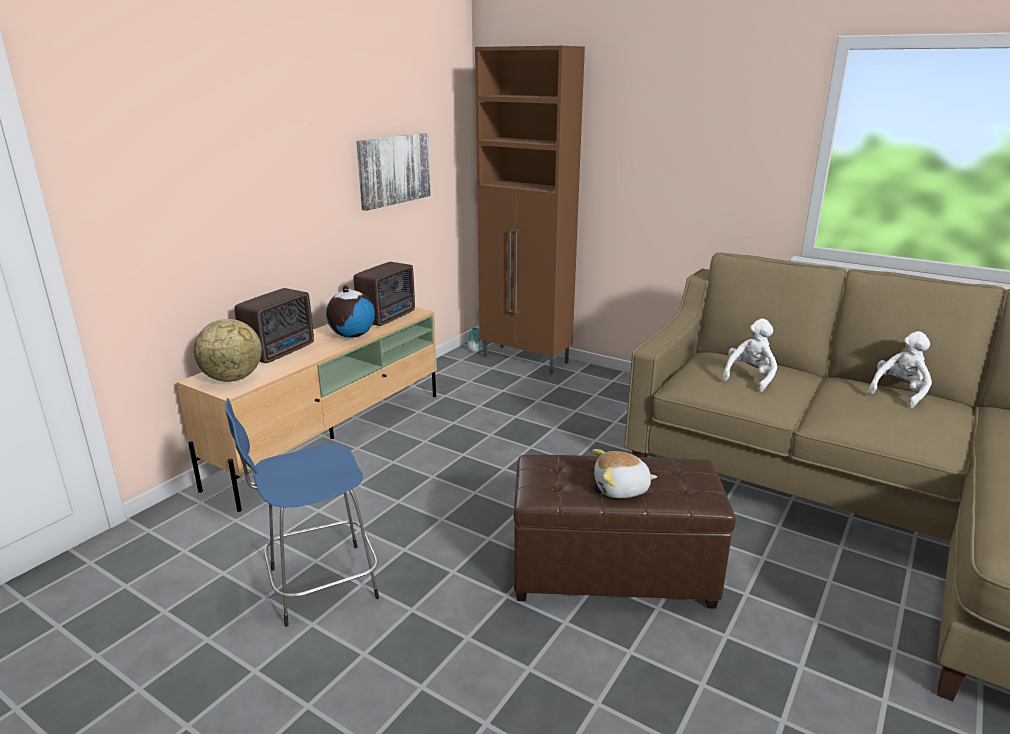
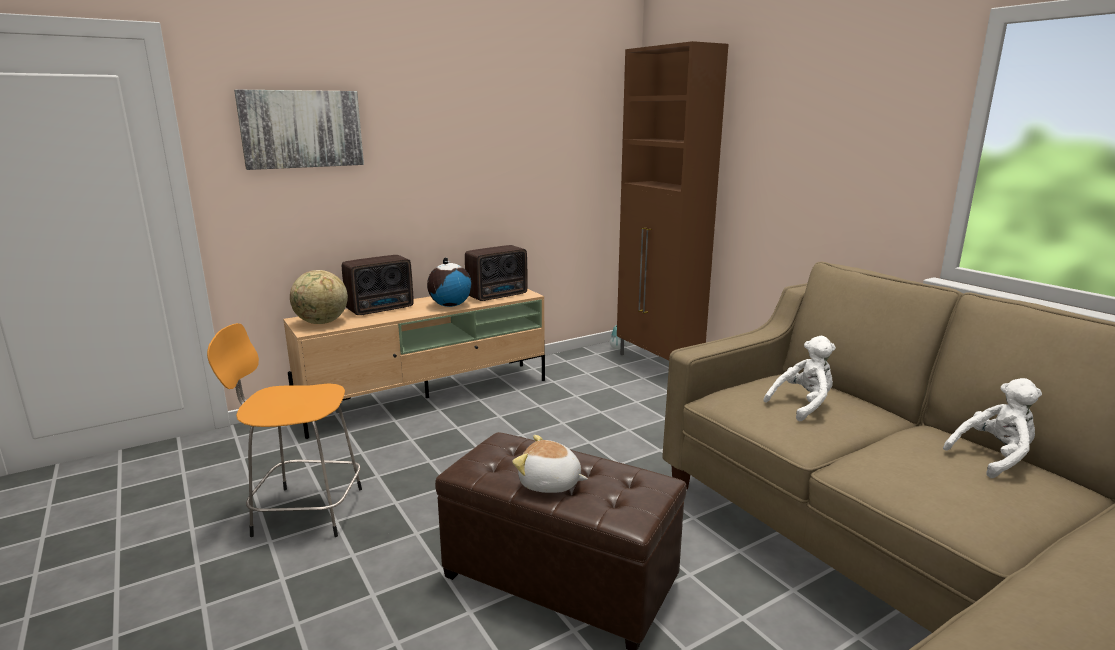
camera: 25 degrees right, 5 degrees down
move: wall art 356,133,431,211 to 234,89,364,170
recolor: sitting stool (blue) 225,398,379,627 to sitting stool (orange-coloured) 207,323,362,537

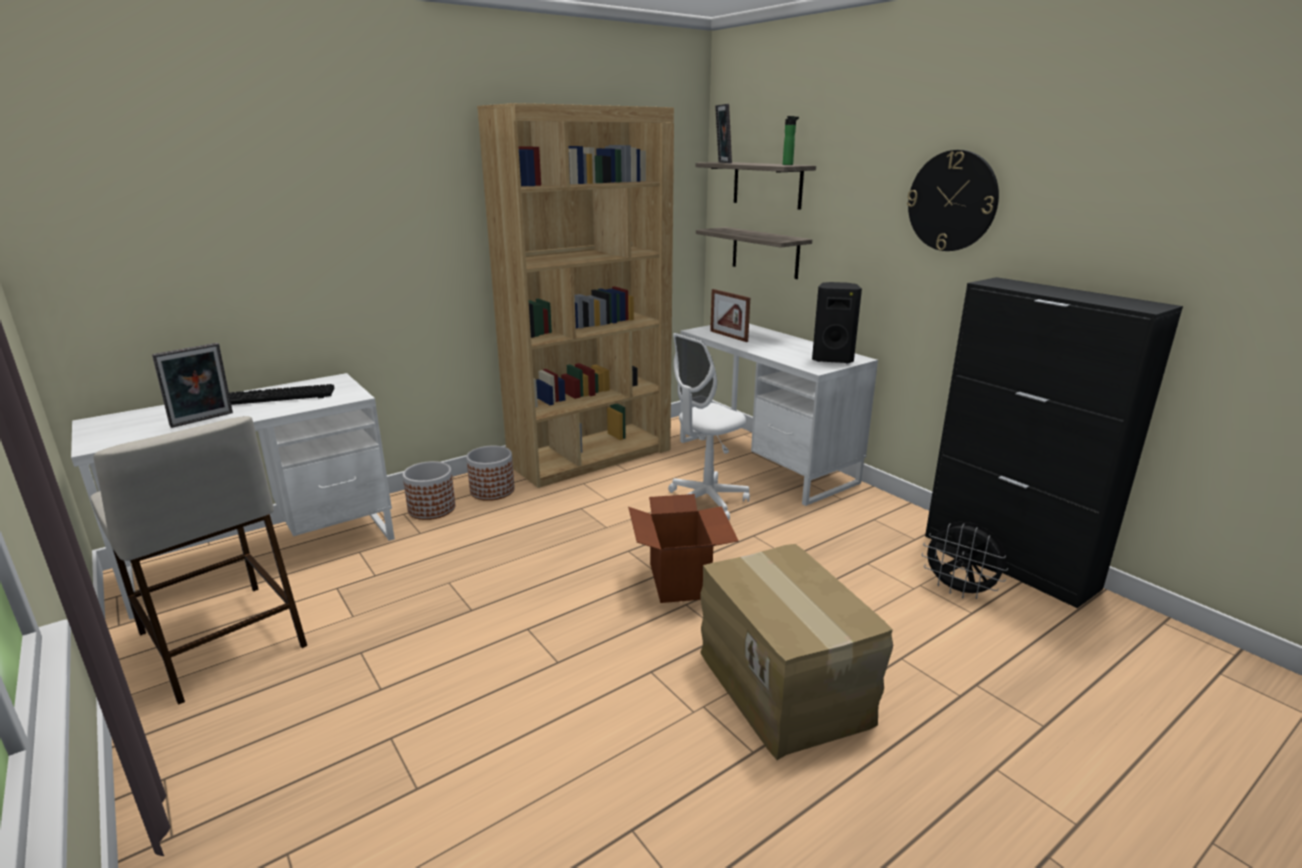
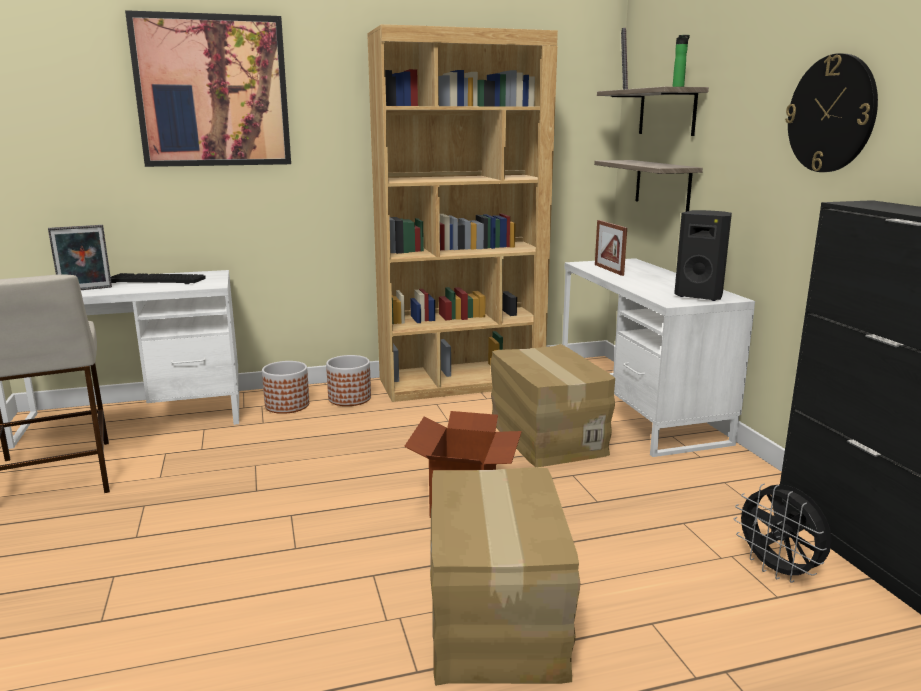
camera: 20 degrees right, 5 degrees down
insert: wall art 125,10,291,167
replace: computer chair (white-coloured) 668,333,750,520 to carton 490,344,615,467

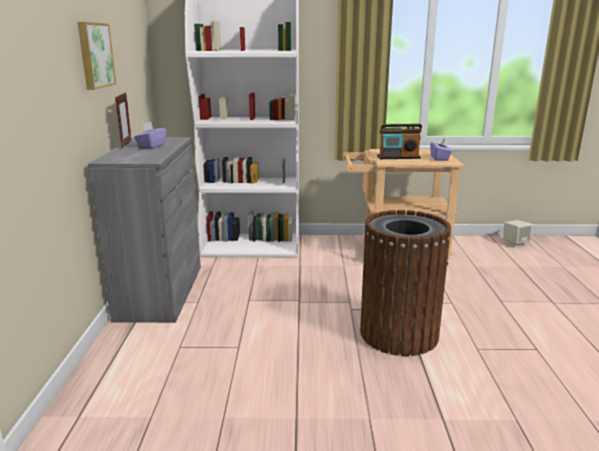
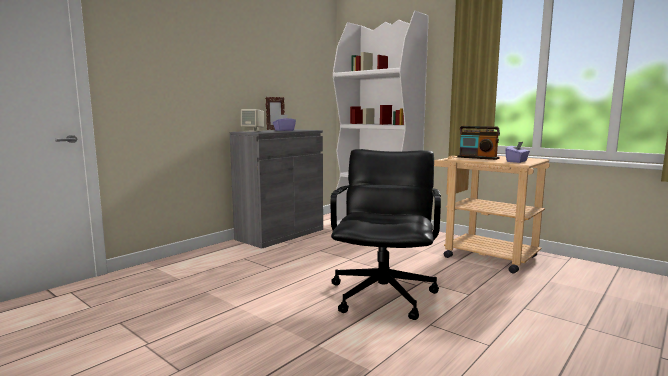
camera: 40 degrees right, 10 degrees down
delete: wall art 78,22,116,90
move: audio speaker (beige-coloured) 503,220,532,248 to 241,109,264,132
replace: rubbish bin (brownish) 360,210,451,356 to computer chair (black-coloured) 331,149,441,320

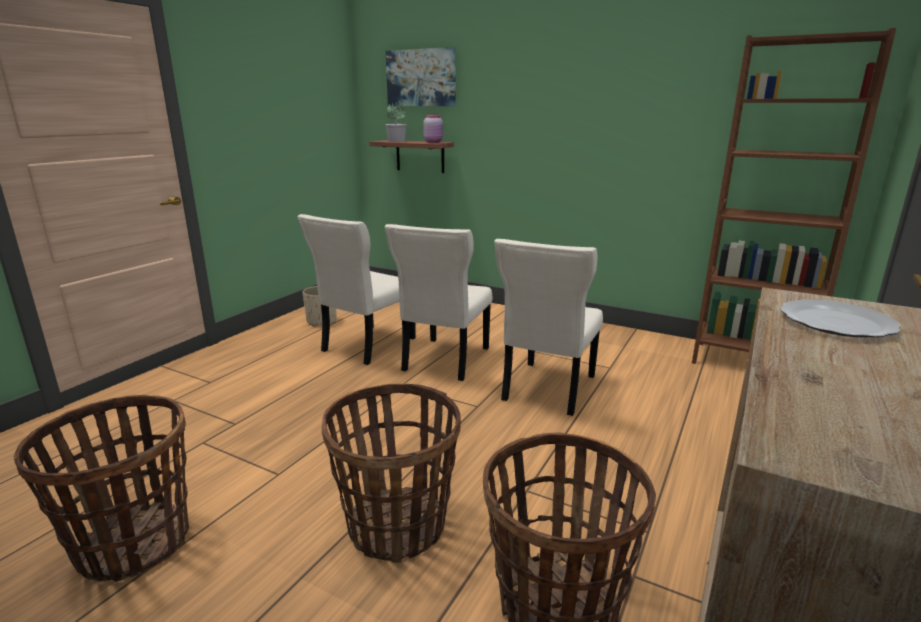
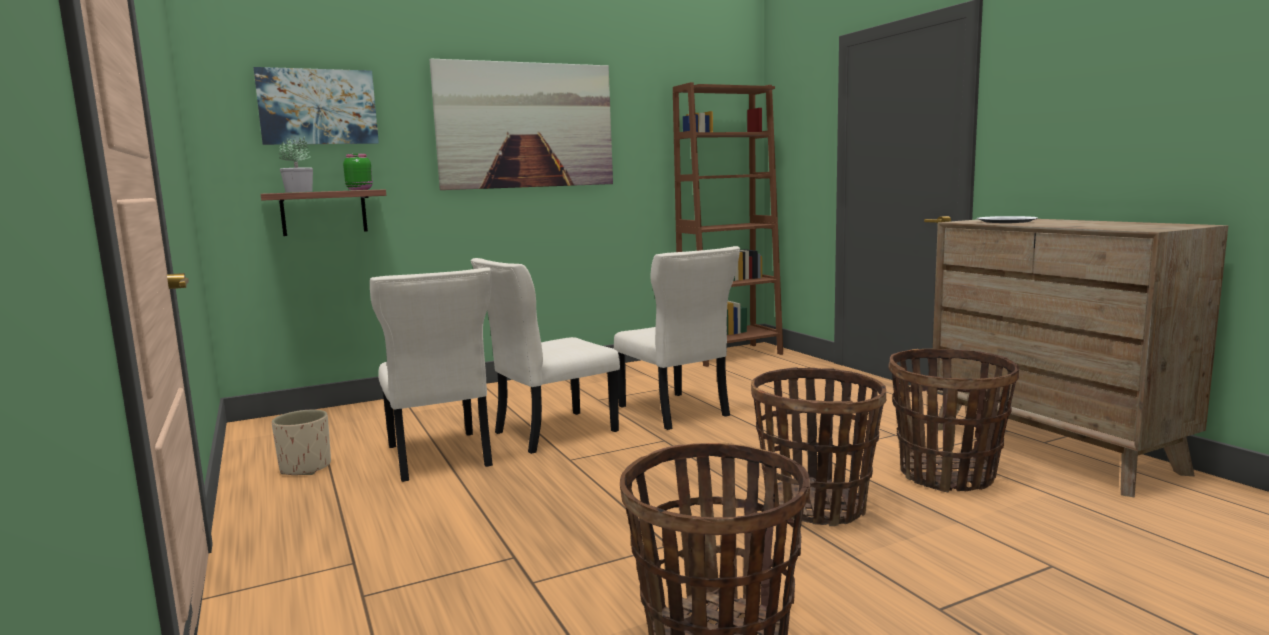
camera: 55 degrees left, 10 degrees down
insert: wall art 430,58,613,190
recolor: preserve jar (pink) 423,115,443,143 to preserve jar (greenish) 343,154,373,190
rotate: plain chair (beige-coloured) 385,224,492,381 = 470,258,620,454 90 degrees clockwise

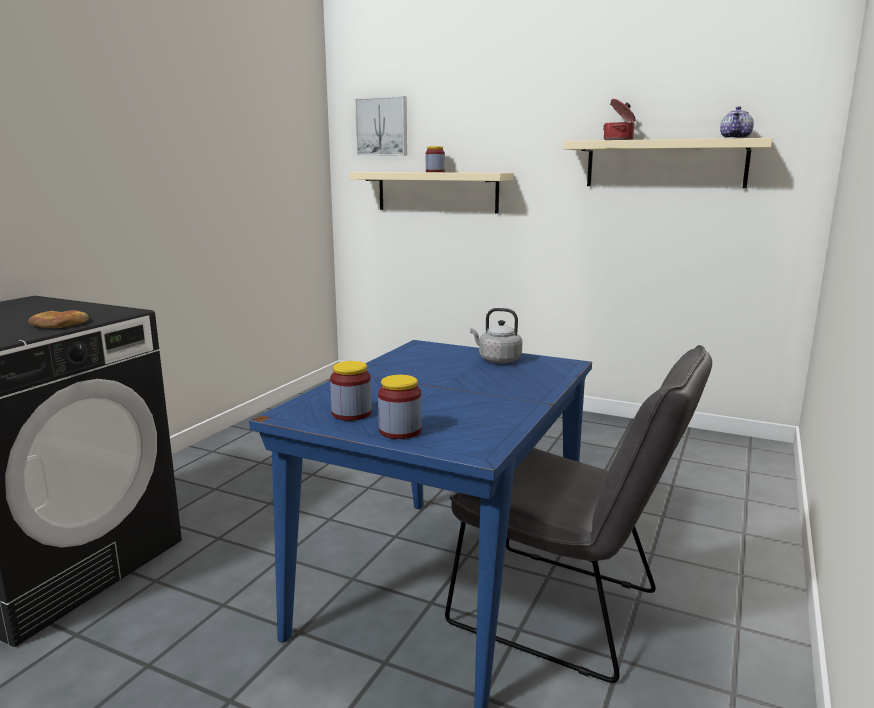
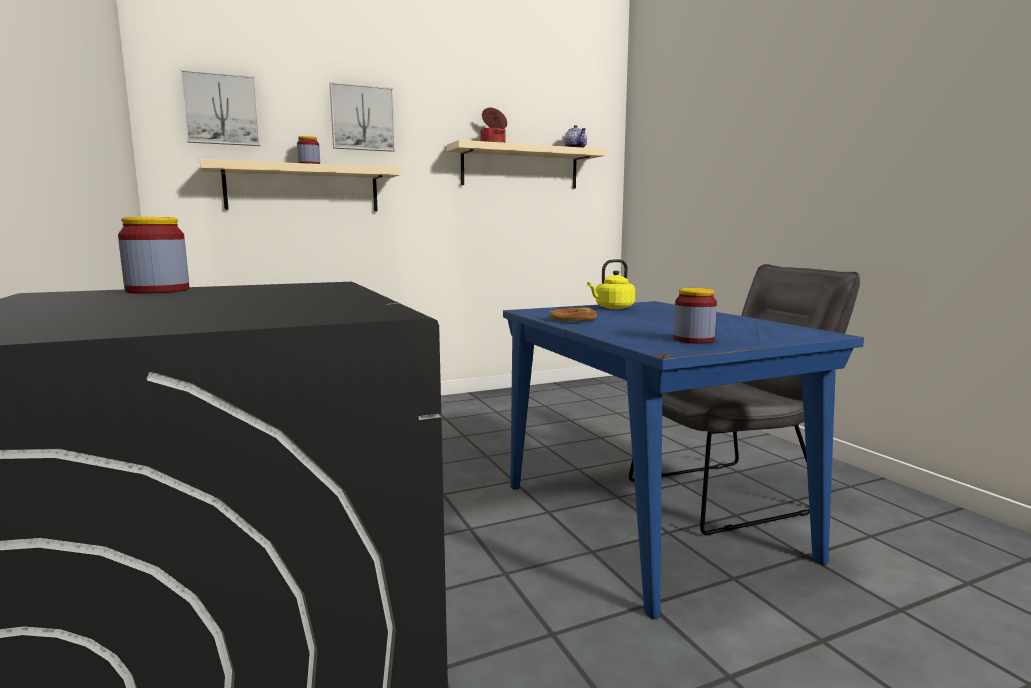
camera: 50 degrees left, 5 degrees down
insert: wall art 330,82,395,152
move: preserve jar 378,375,421,439 to 118,217,189,294; bread 29,310,89,328 to 549,307,597,322
recolor: water kettle (grey) 470,308,522,363 to water kettle (yellow) 587,259,635,309

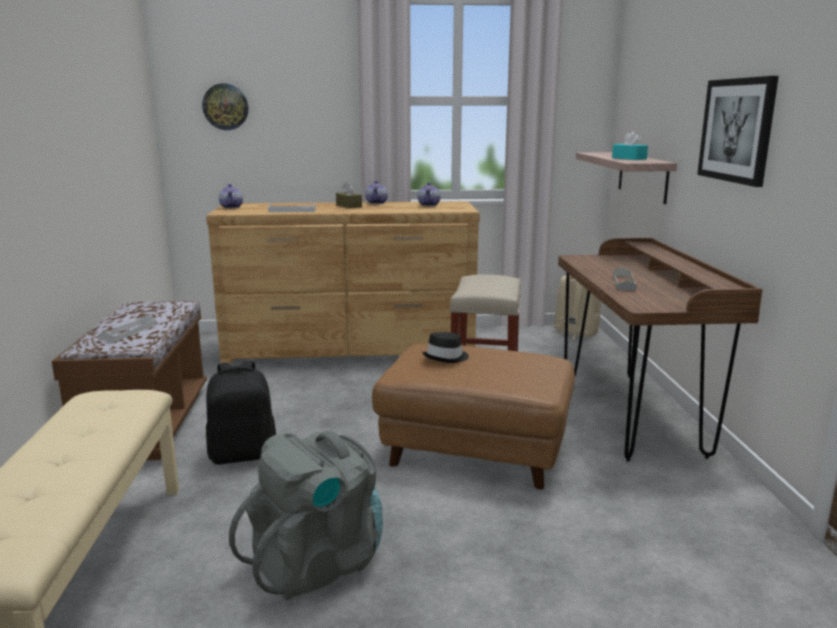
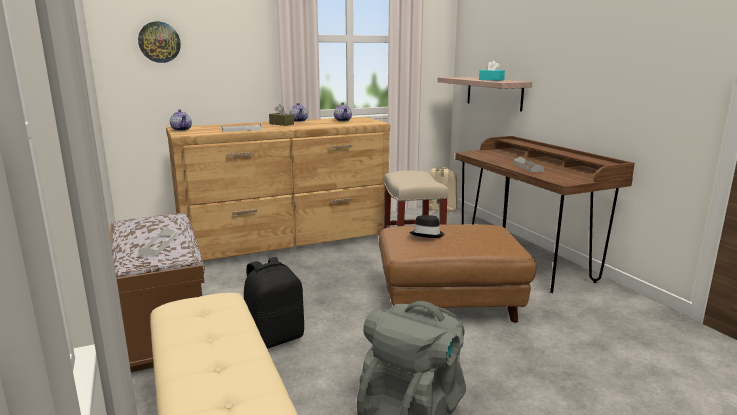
camera: 20 degrees left, 0 degrees up
delete: wall art 697,76,779,187

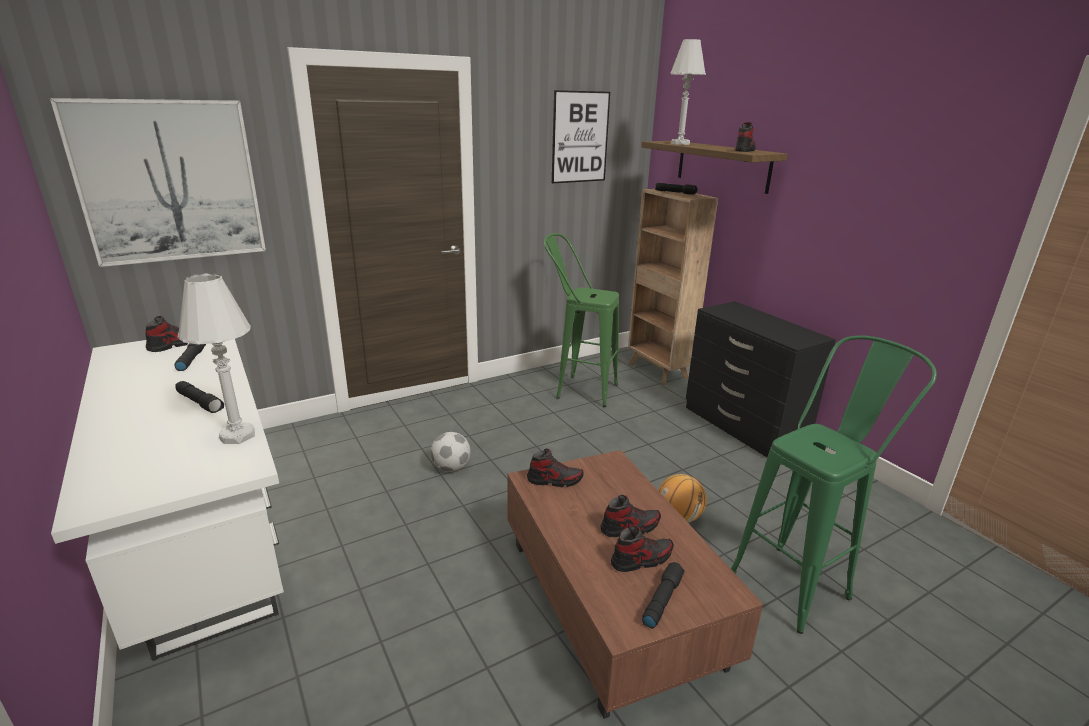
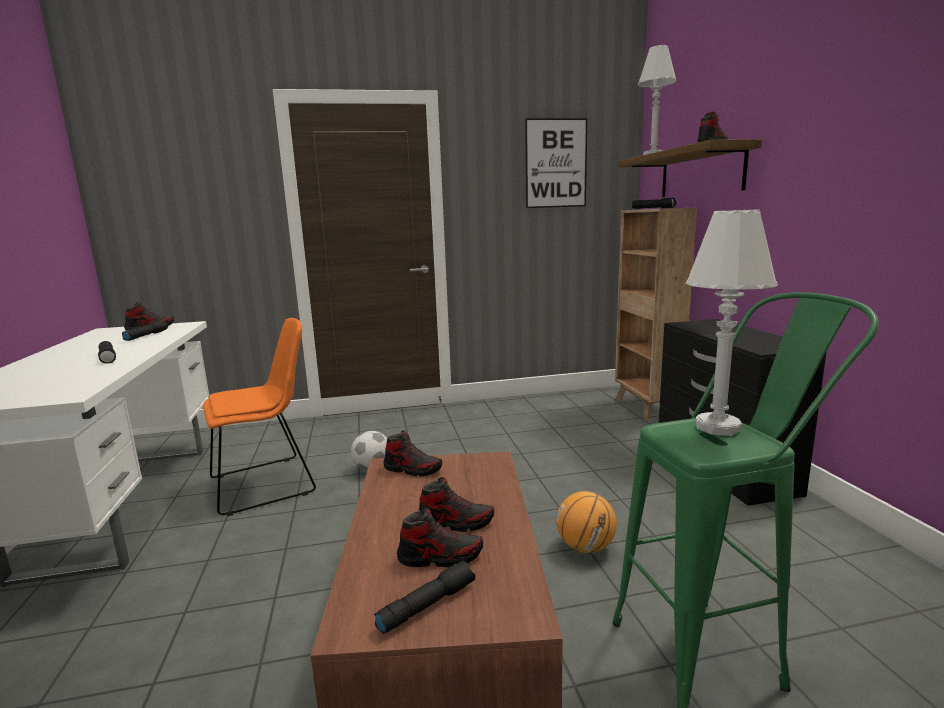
camera: 20 degrees right, 10 degrees down
delete: wall art 50,98,266,267; sitting stool (greenish) 544,233,619,407
insert: plain chair (orange-coloured) 203,318,316,516
move: tabletop lamp (white-coloured) 177,273,255,444 to 686,209,778,436

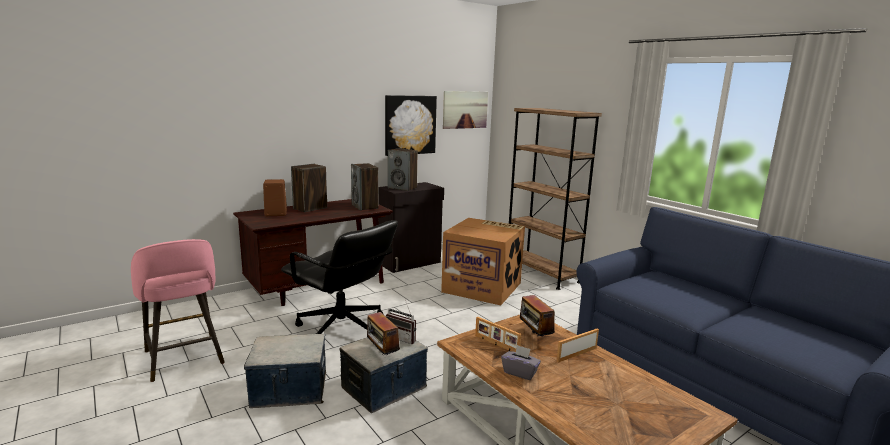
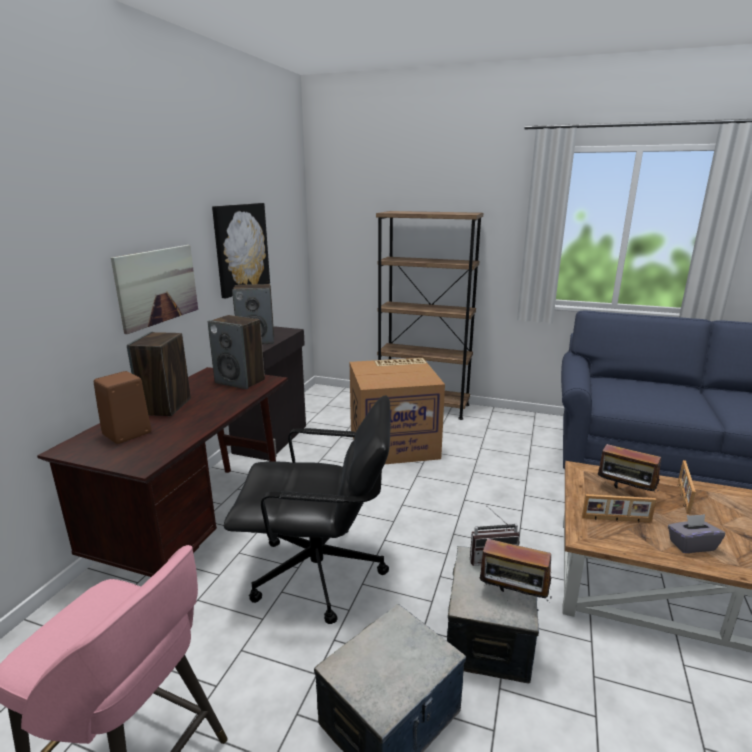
camera: 35 degrees left, 5 degrees up
move: wall art 443,91,488,129 to 111,245,198,334

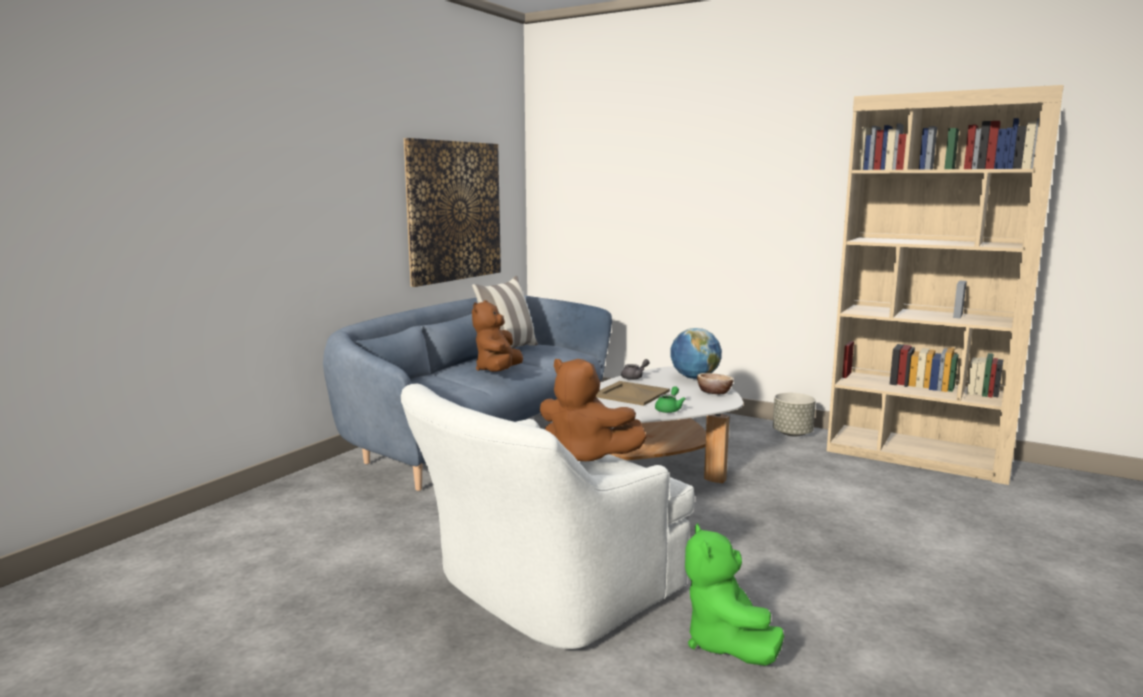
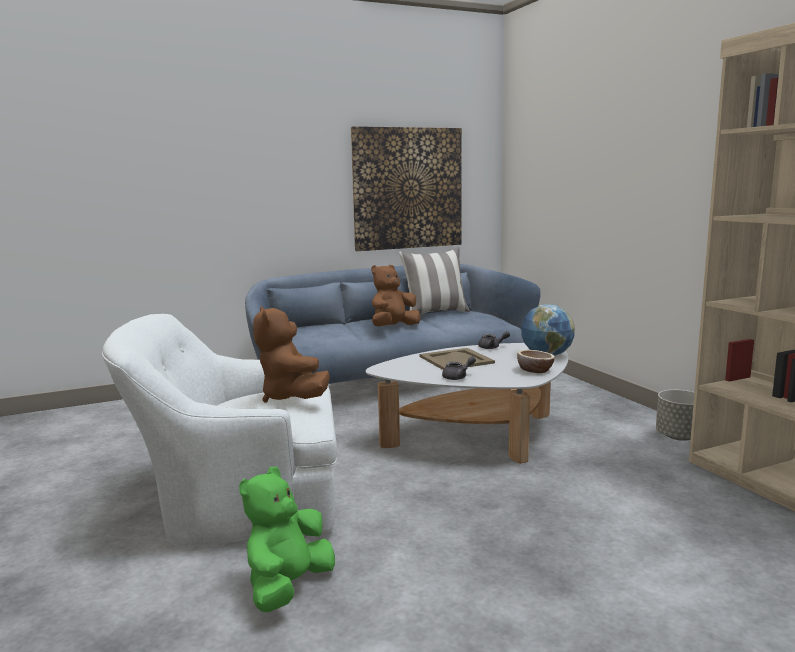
camera: 35 degrees right, 0 degrees up
recolor: pot for tea (greenish) 655,386,686,413 to pot for tea (grey) 442,356,476,380

